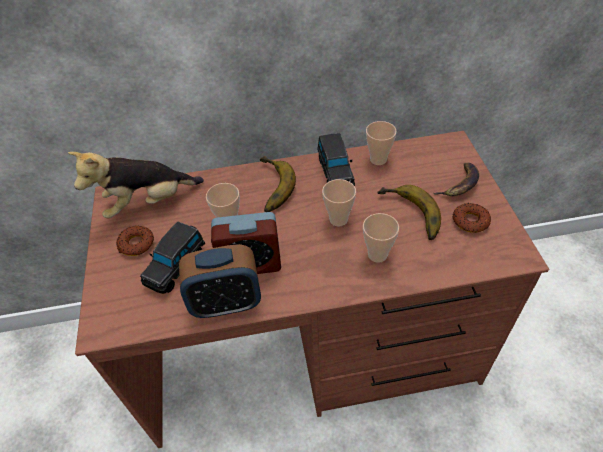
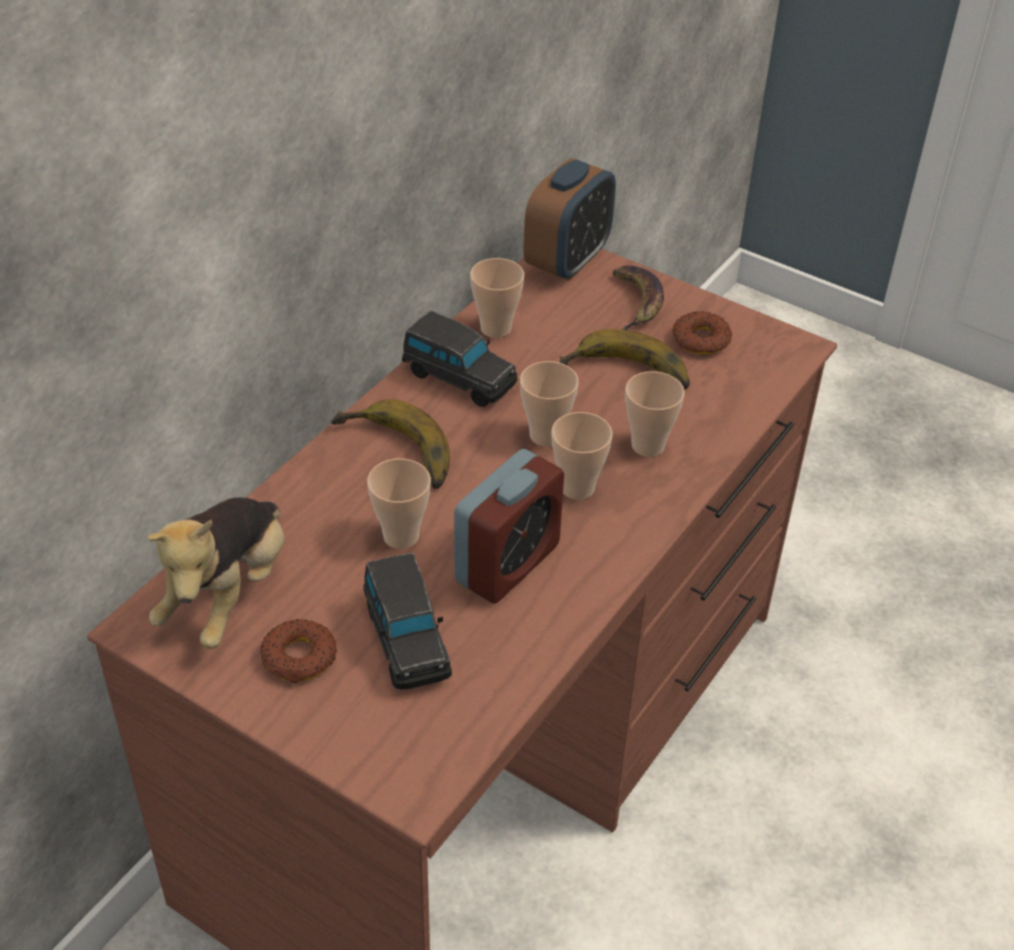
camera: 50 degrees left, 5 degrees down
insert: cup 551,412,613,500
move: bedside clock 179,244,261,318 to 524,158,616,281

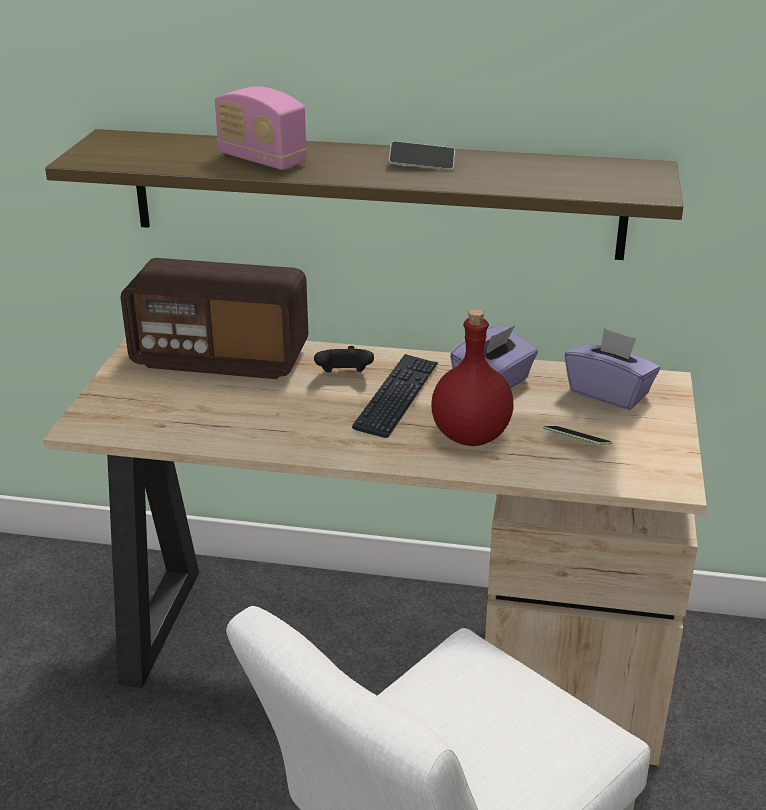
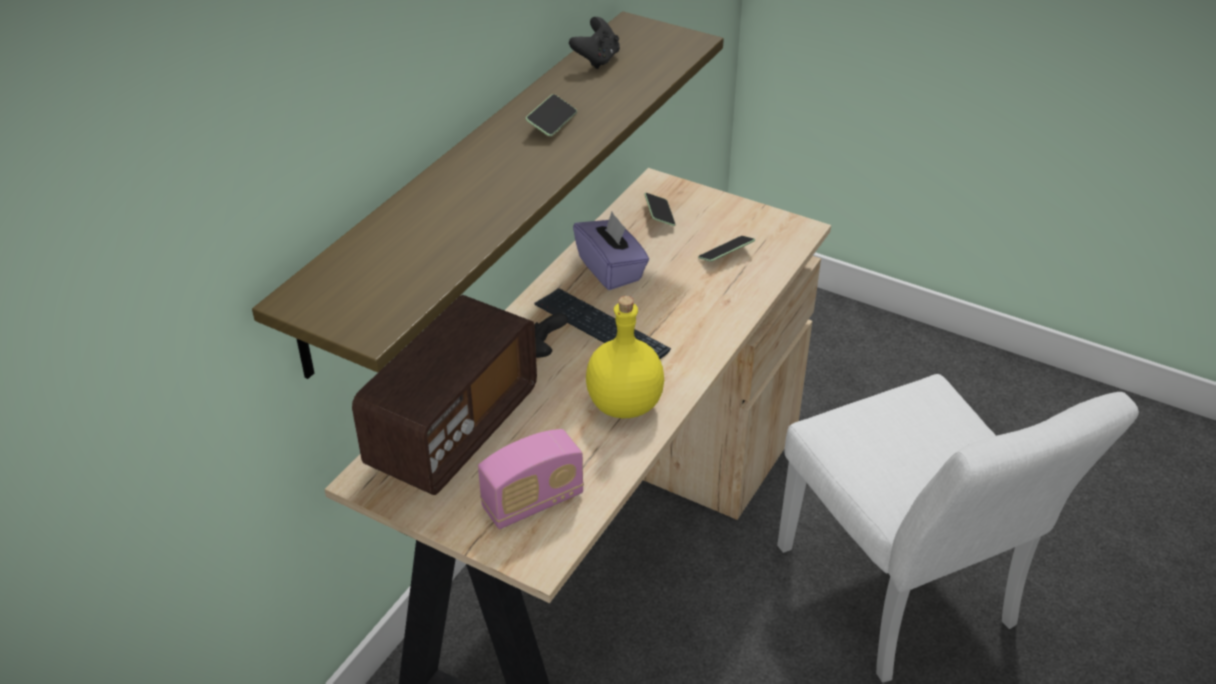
camera: 70 degrees left, 10 degrees up
delete: beverage bottle (red-coloured) 431,309,514,446
insert: gamepad (black-coloured) 569,17,620,69; beverage bottle (yellow) 586,296,664,418
move: radio receiver 215,86,307,170 to 478,429,584,529
replace: tissue holder (purple-coloured) 565,328,660,410 to handset 644,193,676,226

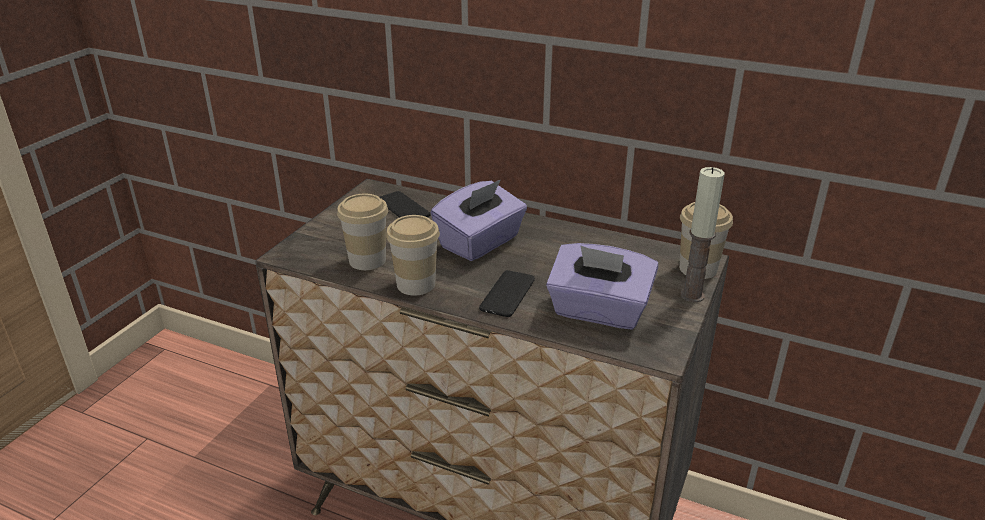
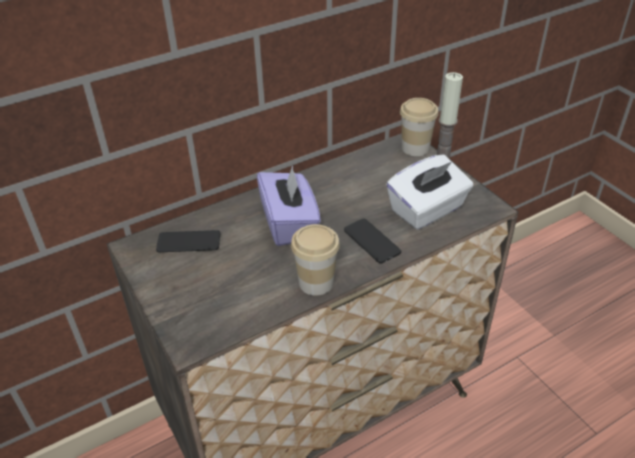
camera: 55 degrees left, 10 degrees up
delete: cup 337,194,388,270
recolor: tissue holder (purple-coloured) 546,243,658,330 to tissue holder (white-coloured) 386,155,473,230

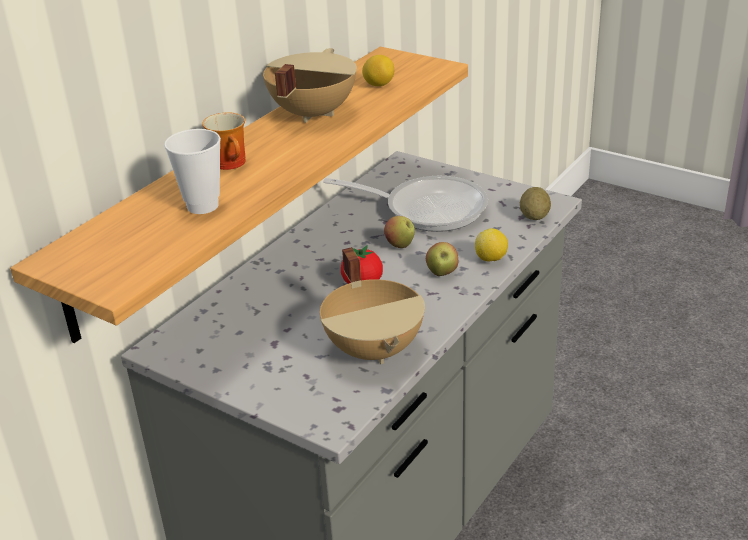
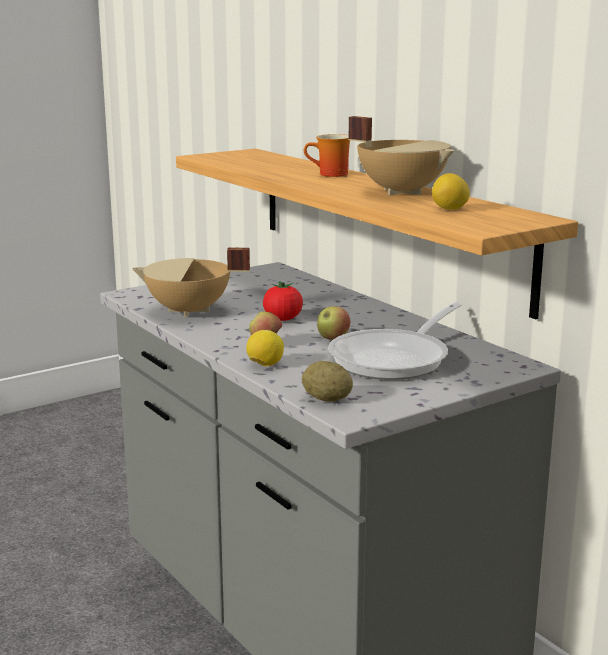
camera: 110 degrees right, 15 degrees down
delete: cup 164,129,221,214

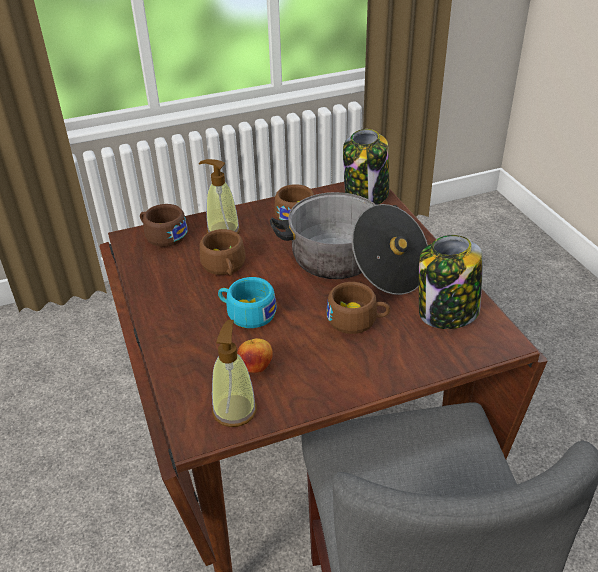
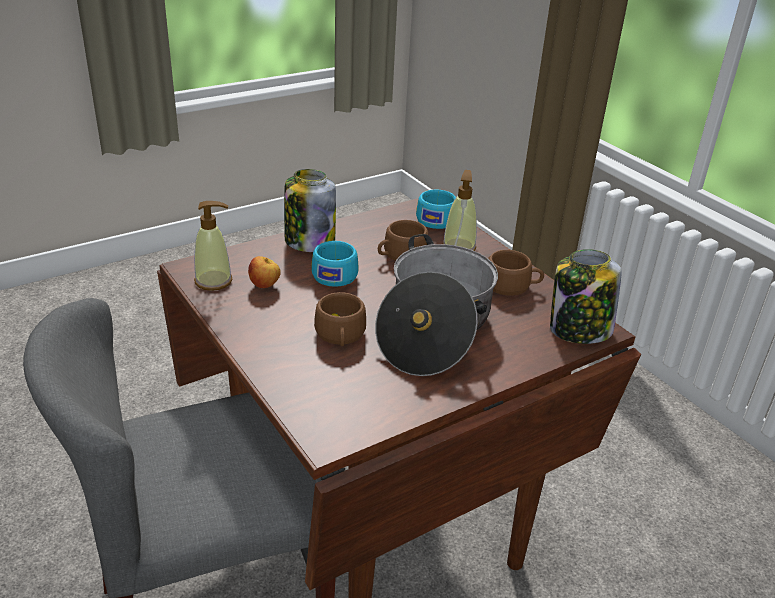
camera: 75 degrees right, 5 degrees down
move: preserve jar 419,235,483,329 to 284,169,336,252
recolor: cup (brownish) 140,204,188,247 to cup (turquoise) 416,190,456,229

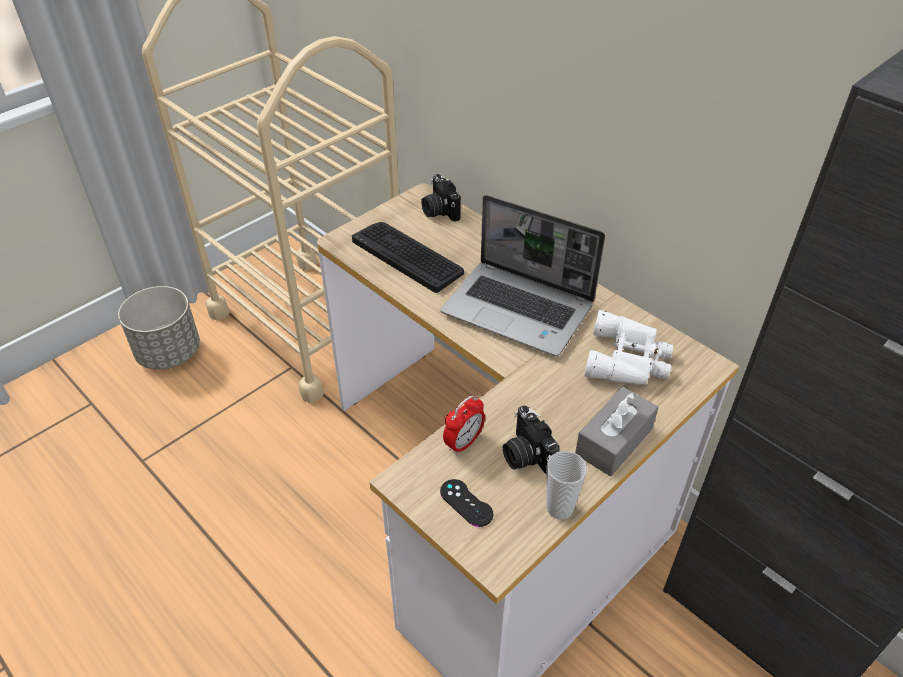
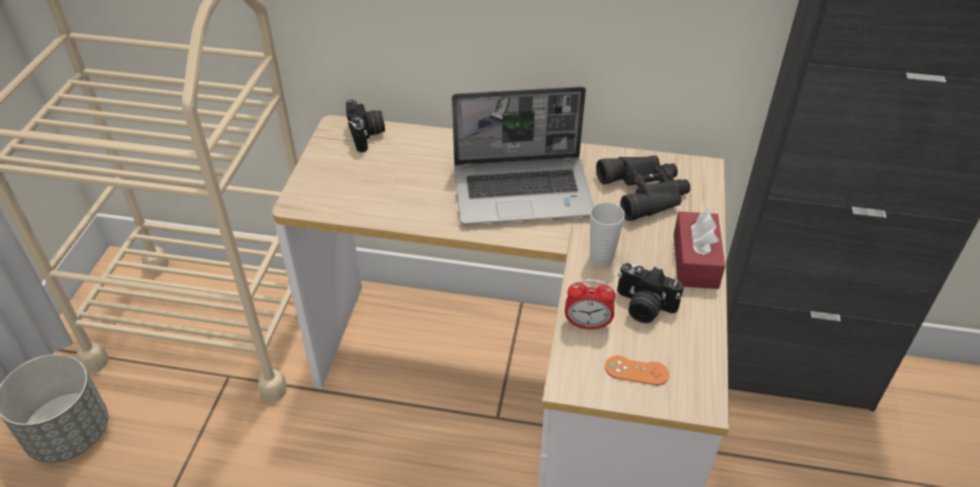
camera: 35 degrees left, 0 degrees up
delete: PC keyboard 352,222,464,293
move: cup 547,451,587,520 to 590,202,625,266
recolor: binoculars (white-coloured) 584,310,674,385 to binoculars (black-coloured) 596,155,690,221; gamepad (black-coloured) 440,479,493,527 to gamepad (orange-coloured) 605,356,669,385; tissue holder (grey) 575,387,658,476 to tissue holder (red-coloured) 674,208,725,289
rotate: still camera 421,174,461,222 = 346,99,385,152 135 degrees counterclockwise; bedside clock 443,395,485,455 = 565,279,616,330 90 degrees clockwise

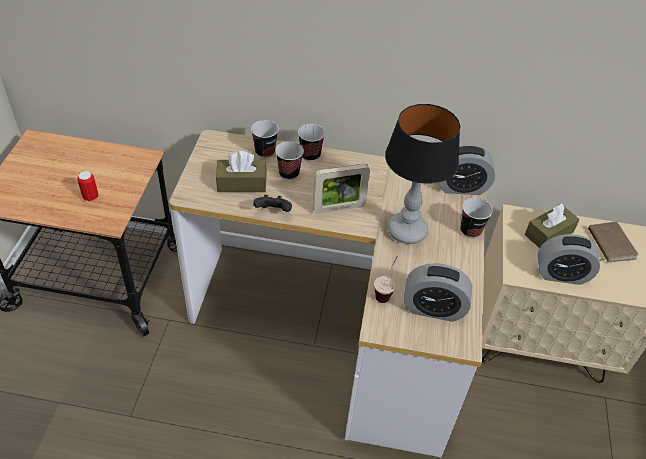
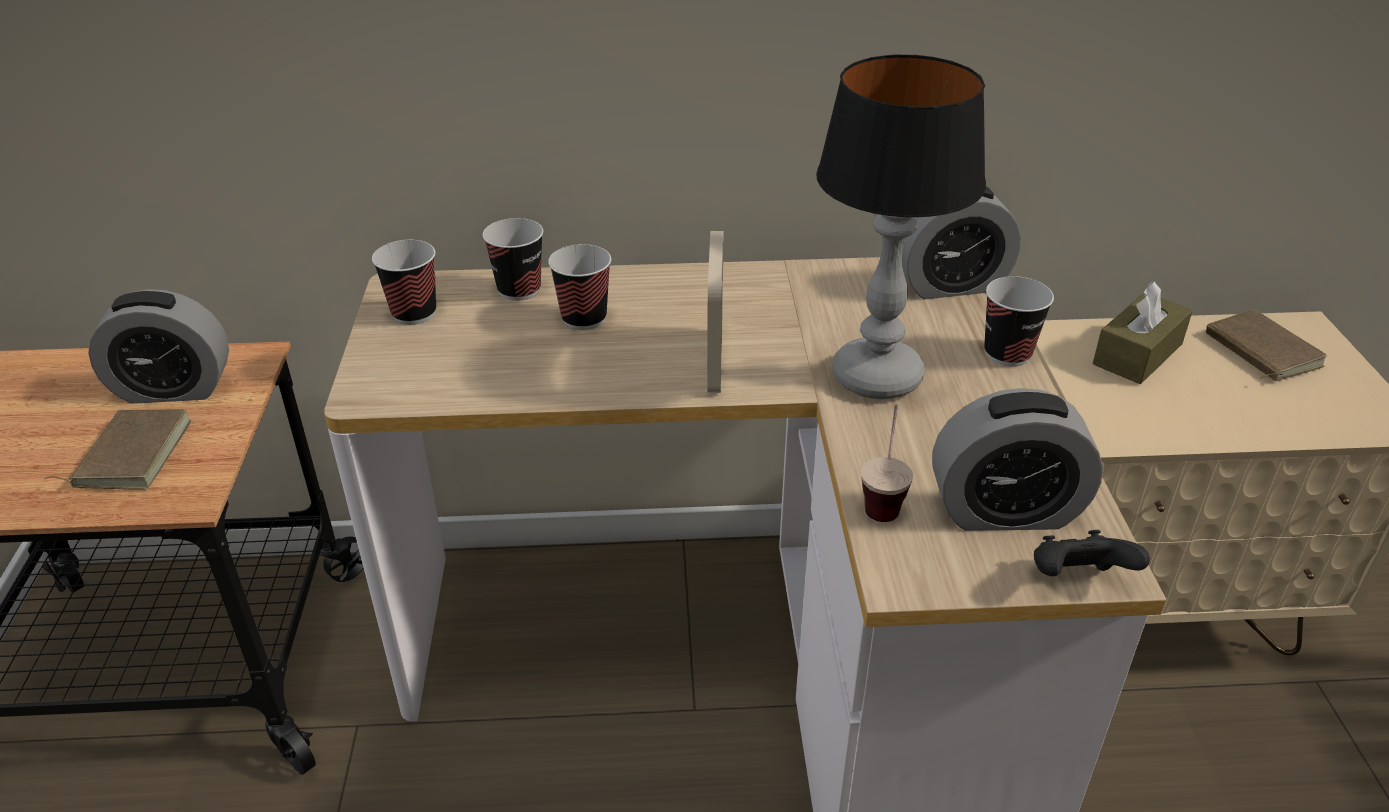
camera: 10 degrees left, 10 degrees down
delete: tissue holder (brownish) 216,151,267,192
move: bedside clock 538,234,600,285 to 88,289,229,404; cup 298,124,325,162 to 372,240,436,325; gamepad (black-coloured) 253,195,292,212 to 1034,530,1150,576
replace: sealed can 77,171,98,201 to book (brownish) 45,409,192,490
rotate: picture frame 313,164,370,214 = 707,230,724,393 120 degrees clockwise

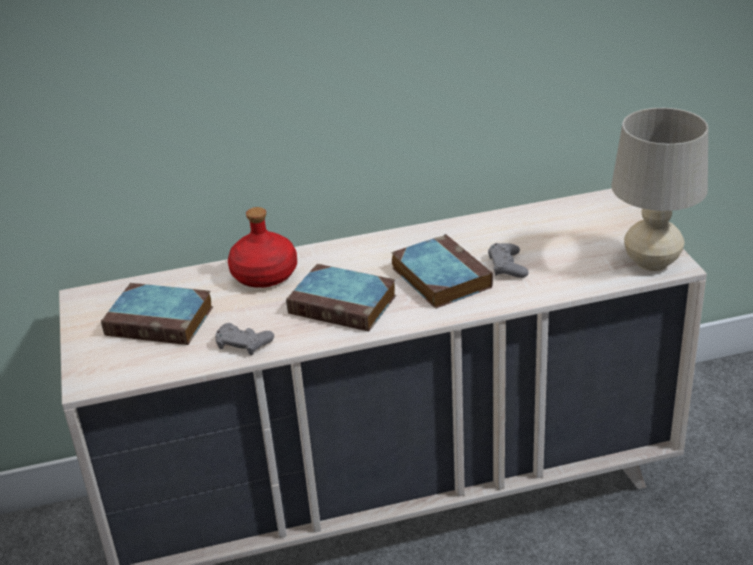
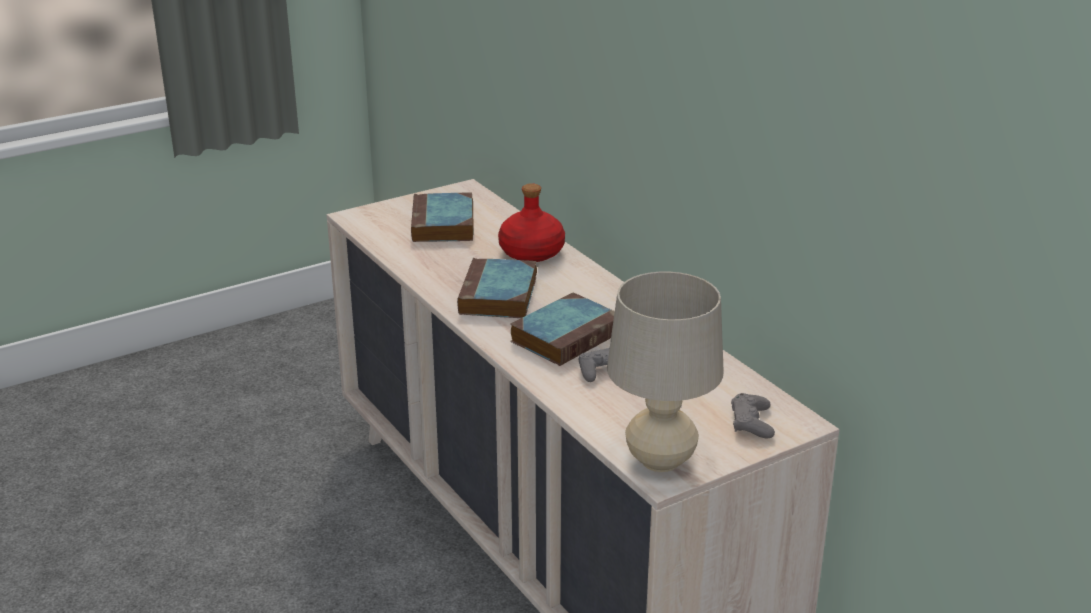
camera: 70 degrees right, 5 degrees down
move: gamepad (grey) 216,323,274,356 to 731,393,775,439

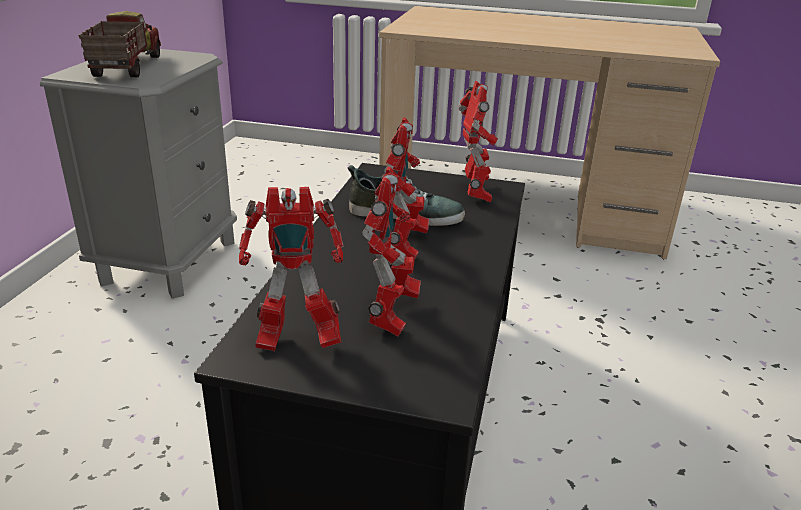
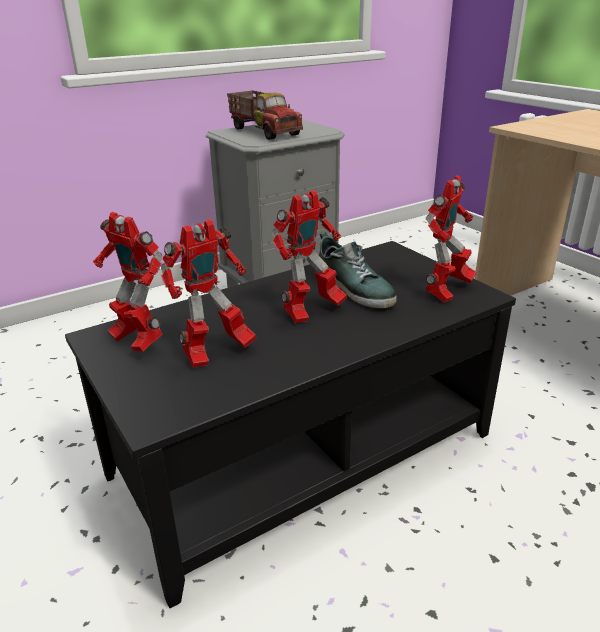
camera: 45 degrees right, 0 degrees up
rotate: toy lorry 79,11,161,77 = 227,90,303,140 105 degrees clockwise

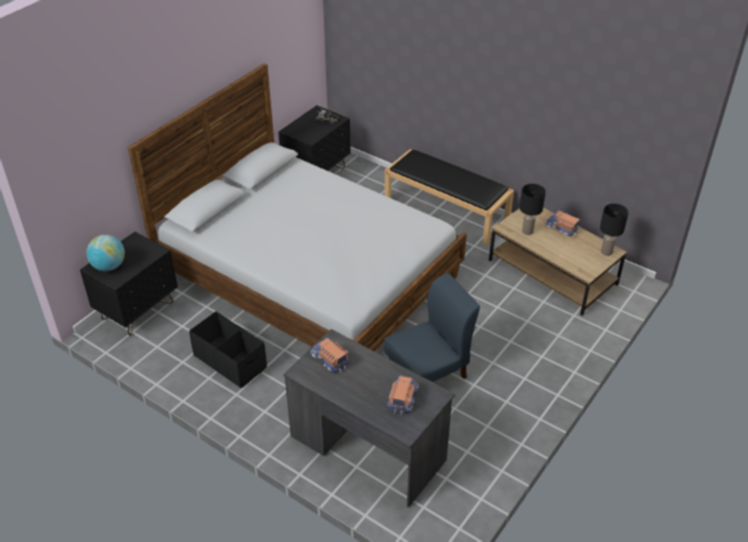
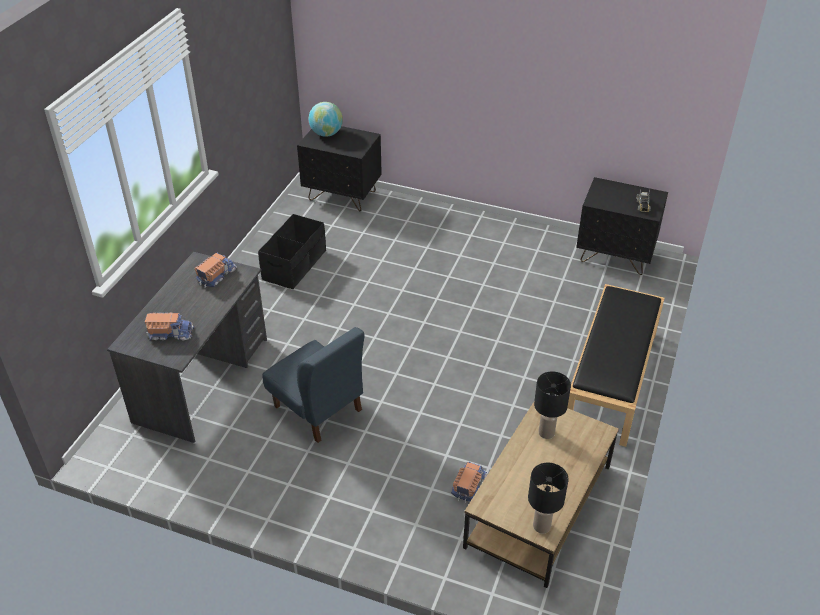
camera: 75 degrees right, 0 degrees up
delete: sleeping bed 128,63,467,352
move: toy lorry 545,211,580,236 to 451,461,488,503

